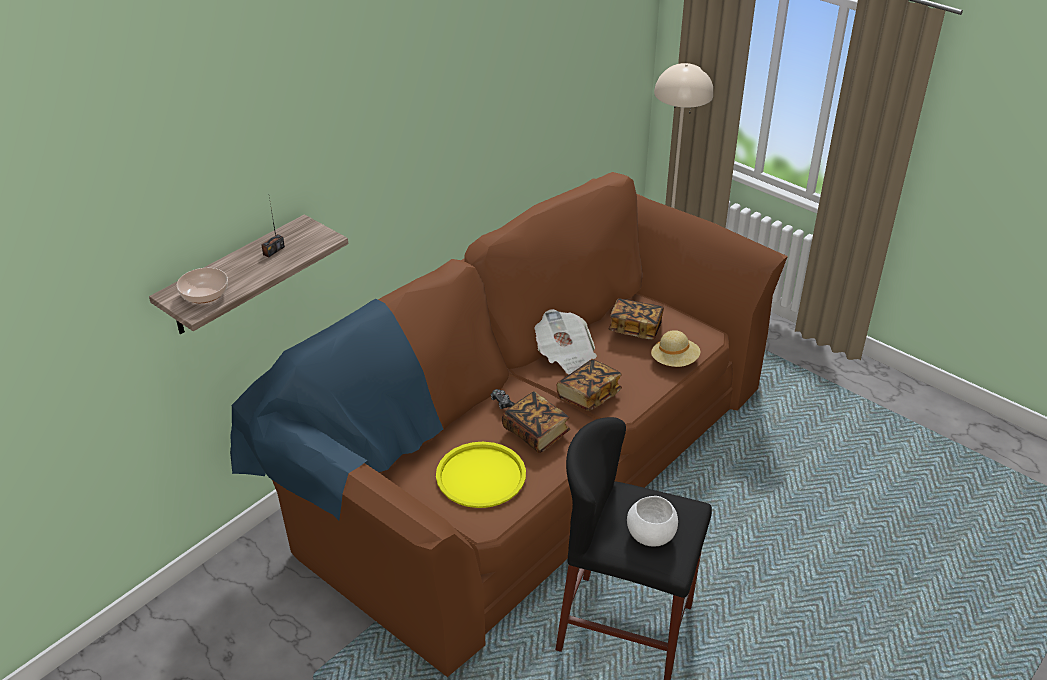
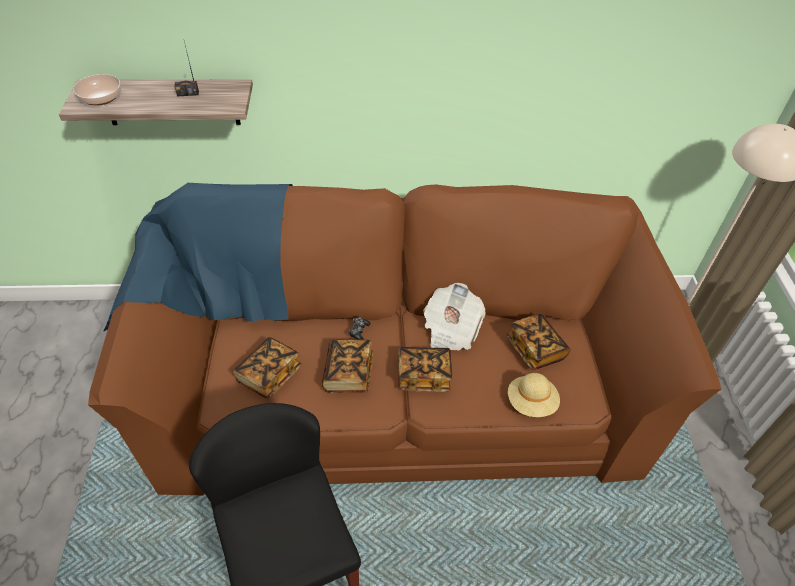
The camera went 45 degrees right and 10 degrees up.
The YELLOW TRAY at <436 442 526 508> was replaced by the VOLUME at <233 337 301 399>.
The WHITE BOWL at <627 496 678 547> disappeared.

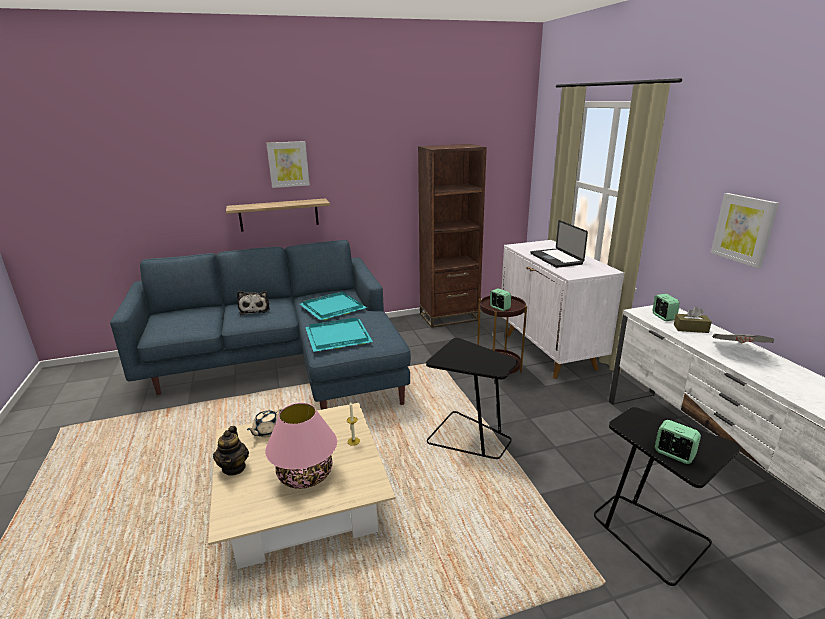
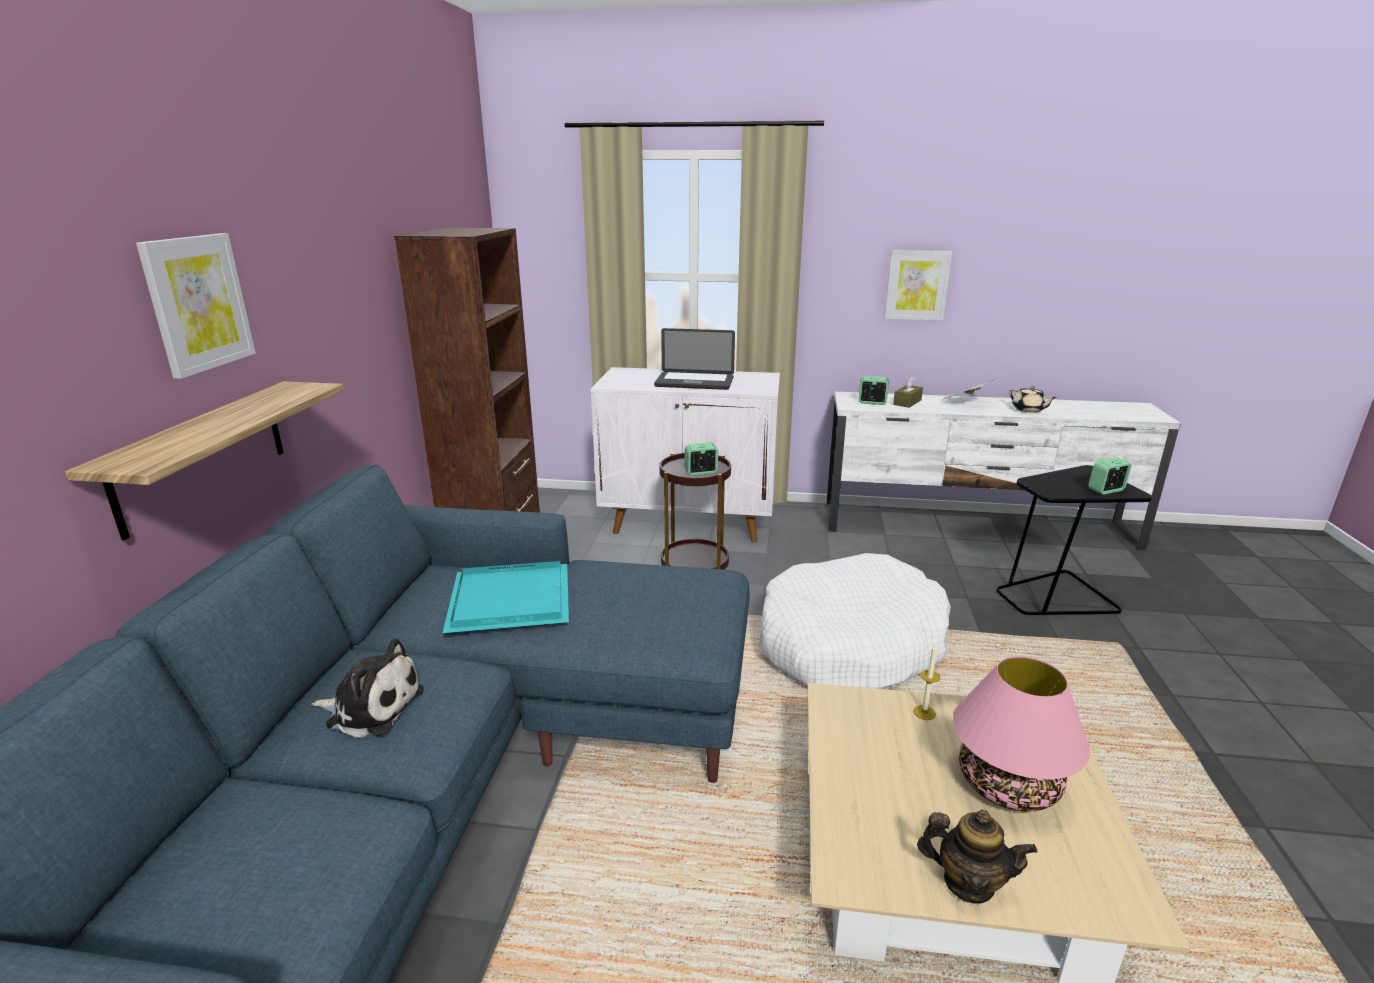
The camera went 65 degrees left and 0 degrees up.
The BLACK-COLOURED SIDE TABLE at <426 338 518 459> was replaced by the WHITE PET BED at <759 553 951 689>.
The BEIGE-COLOURED POT FOR TEA moved from <247 408 282 437> to <1009 386 1057 413>.
The BLUE-GREEN TRAY at <305 317 373 352> disappeared.

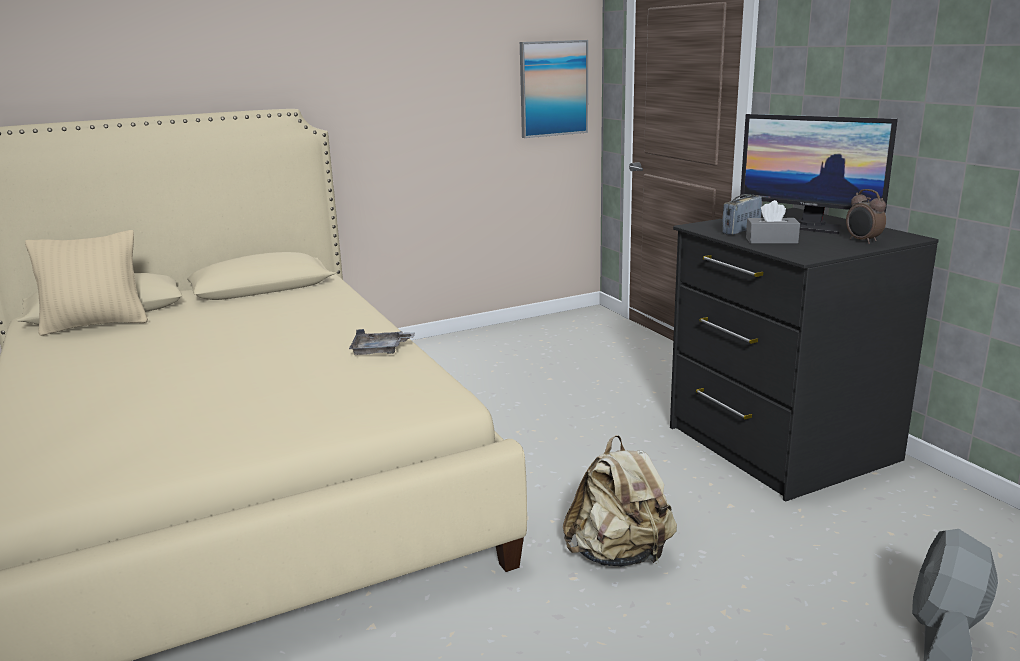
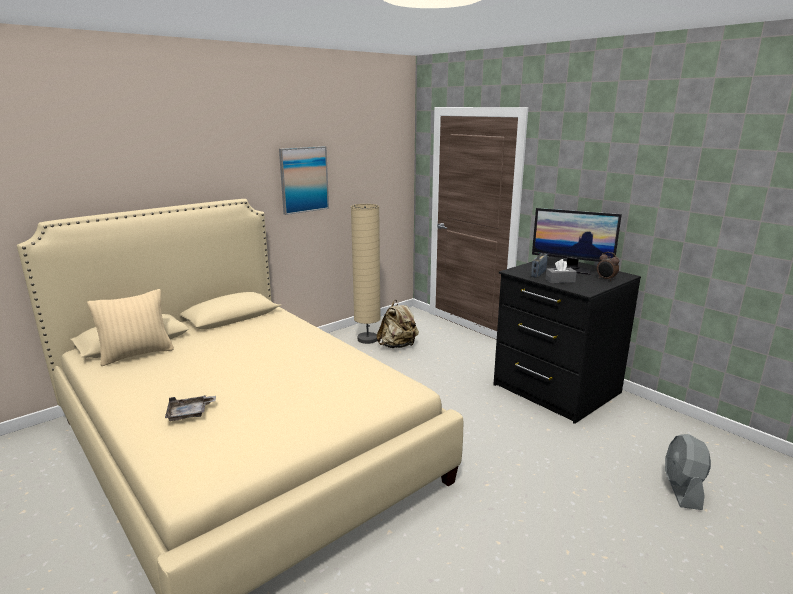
The camera went 15 degrees left and 0 degrees up.
The GRAY TRAY moved from <349 329 415 355> to <165 396 216 421>.
The PICTURE moved from <520 40 588 138> to <279 146 329 215>.
The BEIGE-COLOURED STANDARD LAMP at <351 204 381 344> appeared.
The BEIGE-COLOURED KNAPSACK moved from <563 435 677 567> to <376 300 419 348>.

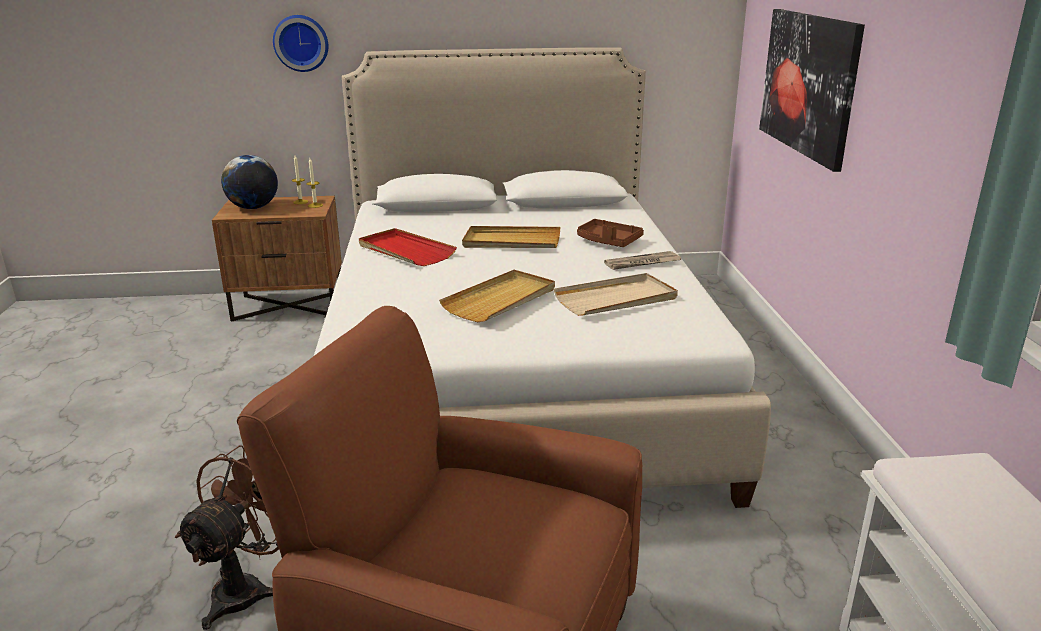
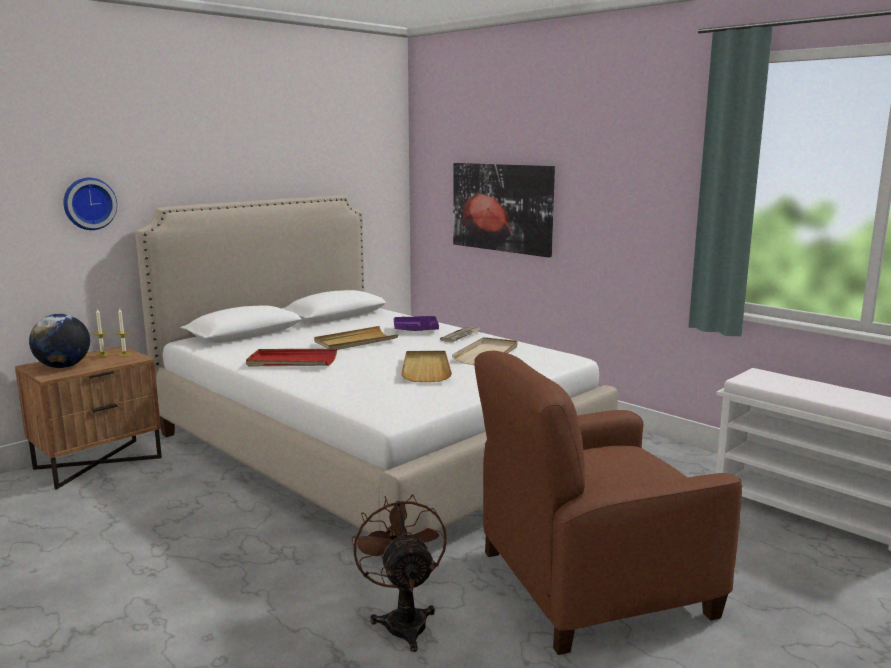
The camera went 40 degrees left and 10 degrees down.
The BROWN TRAY at <577 219 644 247> became the PURPLISH TRAY at <394 316 439 331>.

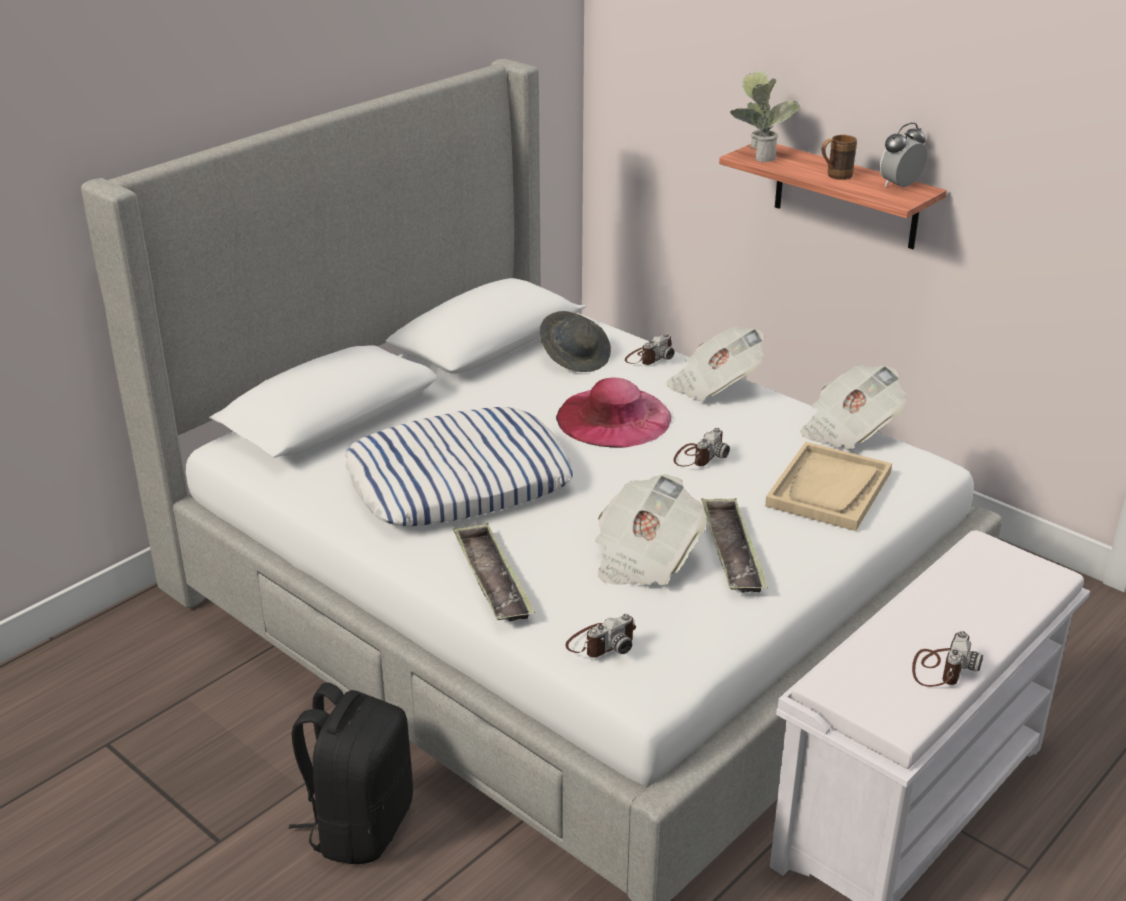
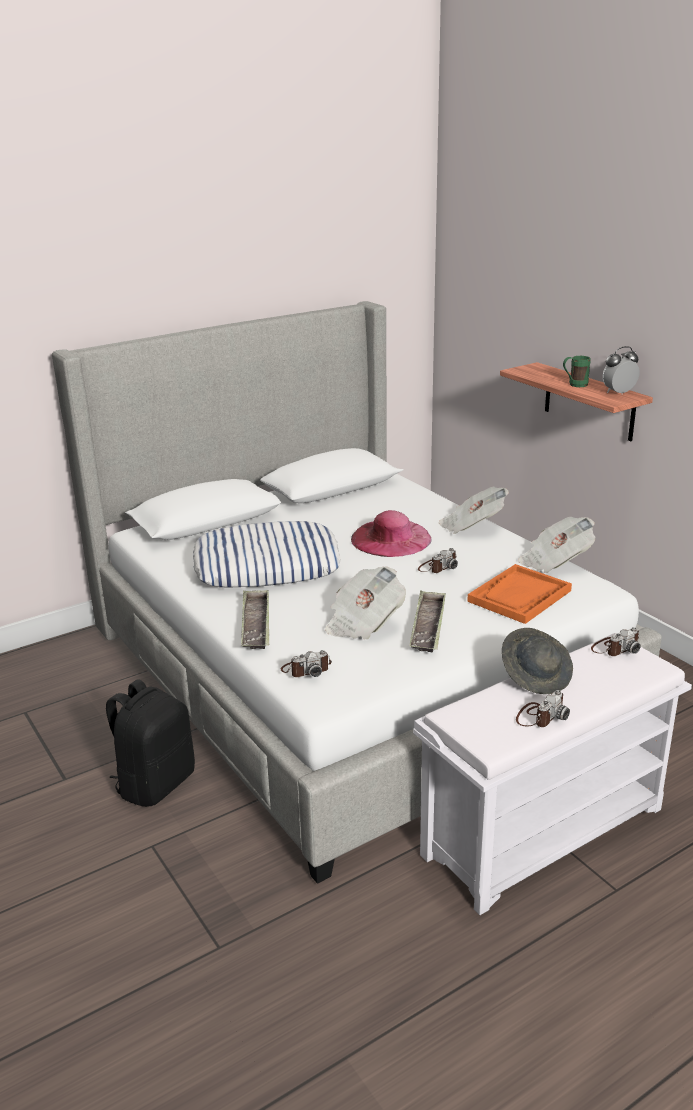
The camera went 15 degrees right and 5 degrees down.
The BEIGE-COLOURED TRAY at <765 442 892 531> became the ORANGE-COLOURED TRAY at <467 564 572 624>.
The GRAY HAT moved from <540 311 611 372> to <502 628 573 694>.
The BROWN MUG at <822 135 857 180> became the GREEN MUG at <563 356 591 387>.
The STILL CAMERA moved from <625 333 675 365> to <591 627 641 656>.
The HOUSEPLANT at <730 71 799 162> disappeared.

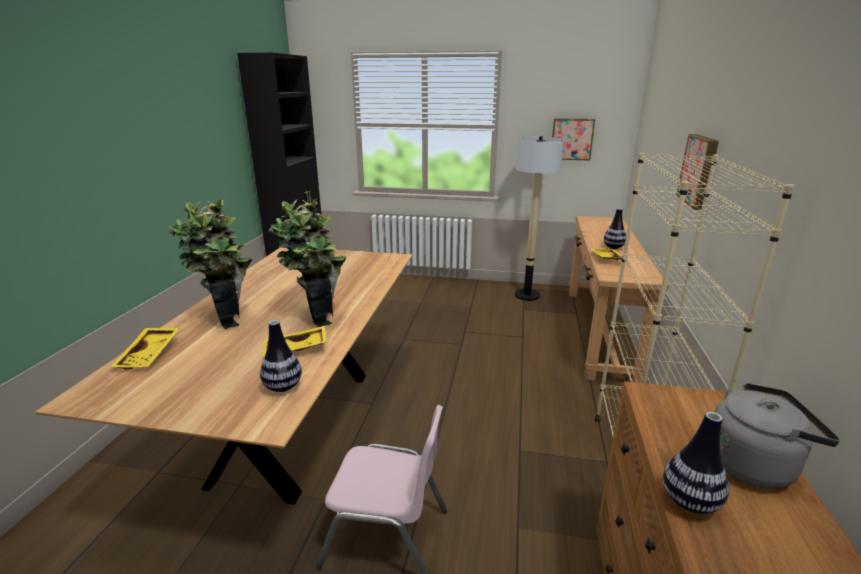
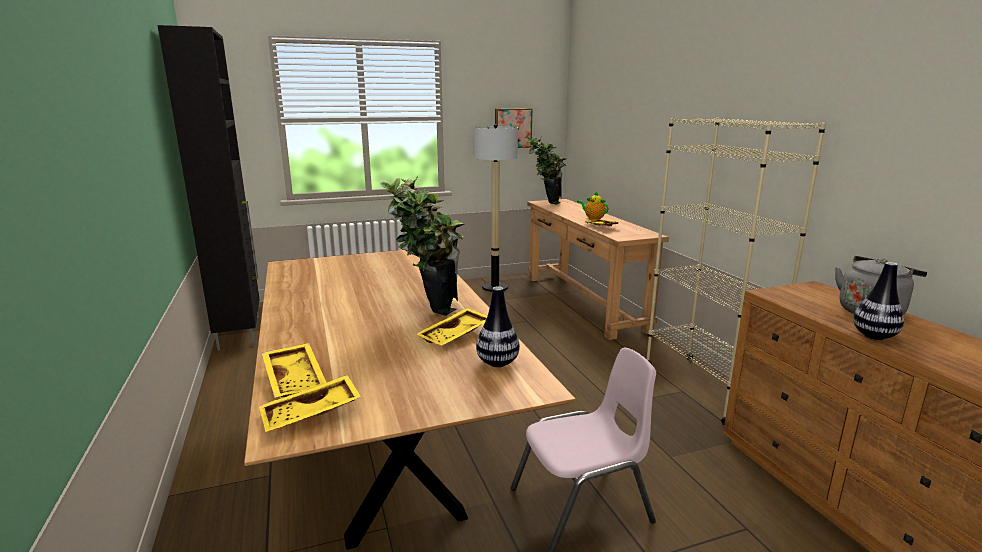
The camera went 30 degrees left and 5 degrees down.
The YELLOW TRAY at <259 375 361 432> appeared.
The HOUSEPLANT moved from <169 200 253 329> to <526 137 566 205>.
The DECORATIVE VASE at <604 208 626 249> was replaced by the POT FOR TEA at <577 191 608 220>.
The PICTURE at <676 134 719 210> disappeared.

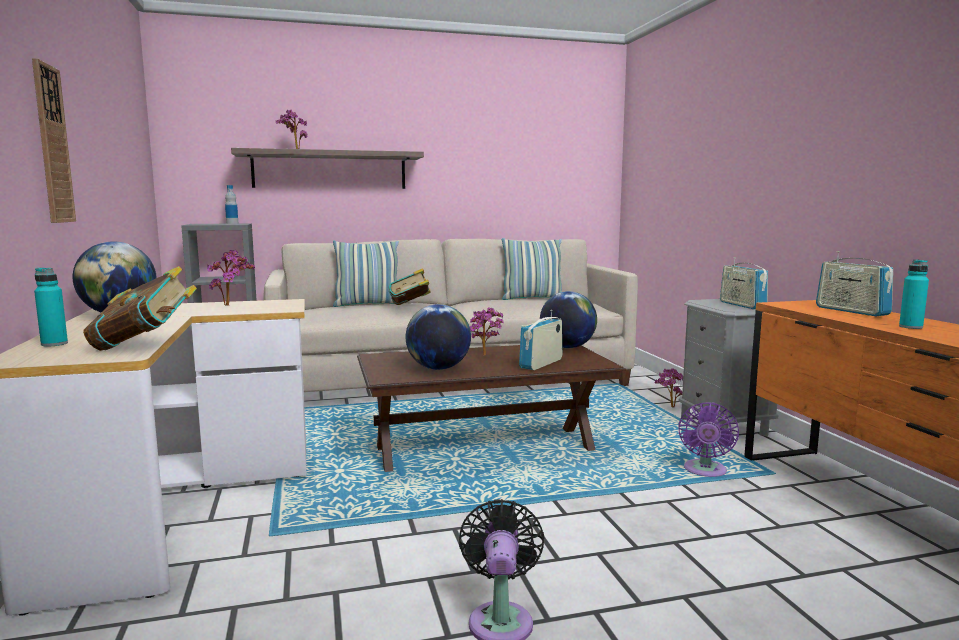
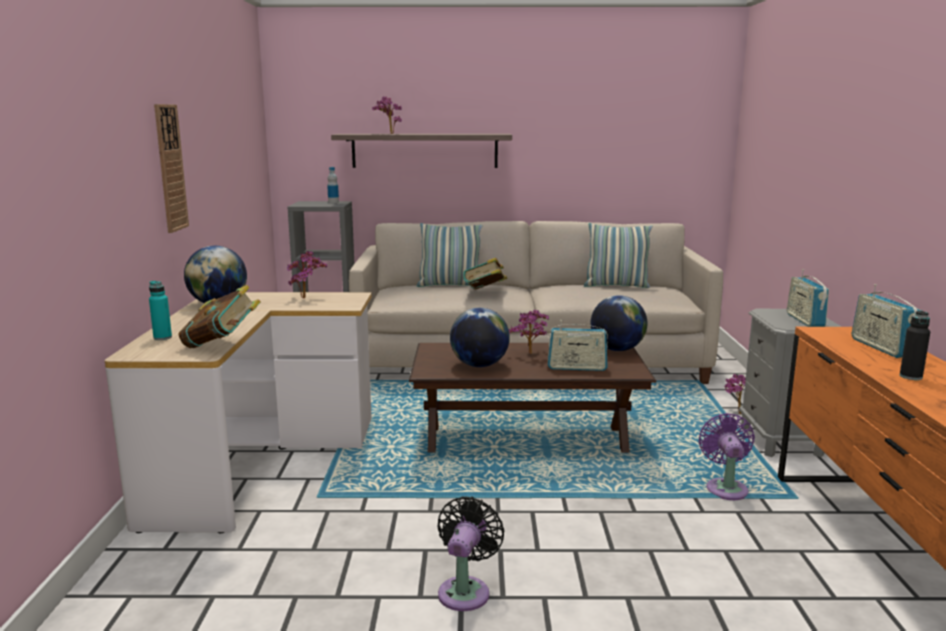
The camera went 15 degrees right and 5 degrees up.
The RADIO SET at <519 310 562 370> turned 135 degrees counterclockwise.
The PURPLISH COOLING FAN at <678 402 739 477> turned 150 degrees clockwise.
The BLUE-GREEN DRINK BOTTLE at <899 259 929 329> became the BLACK-COLOURED DRINK BOTTLE at <900 310 930 380>.

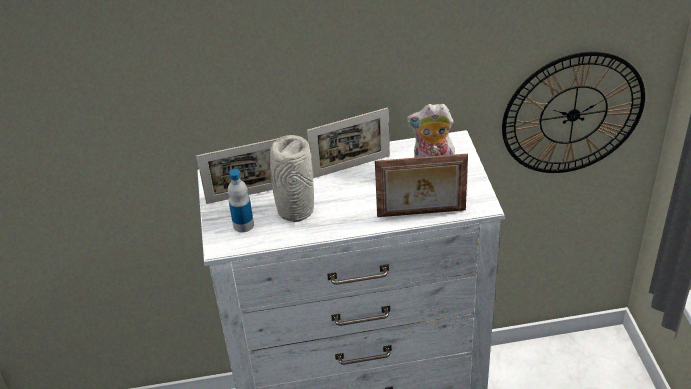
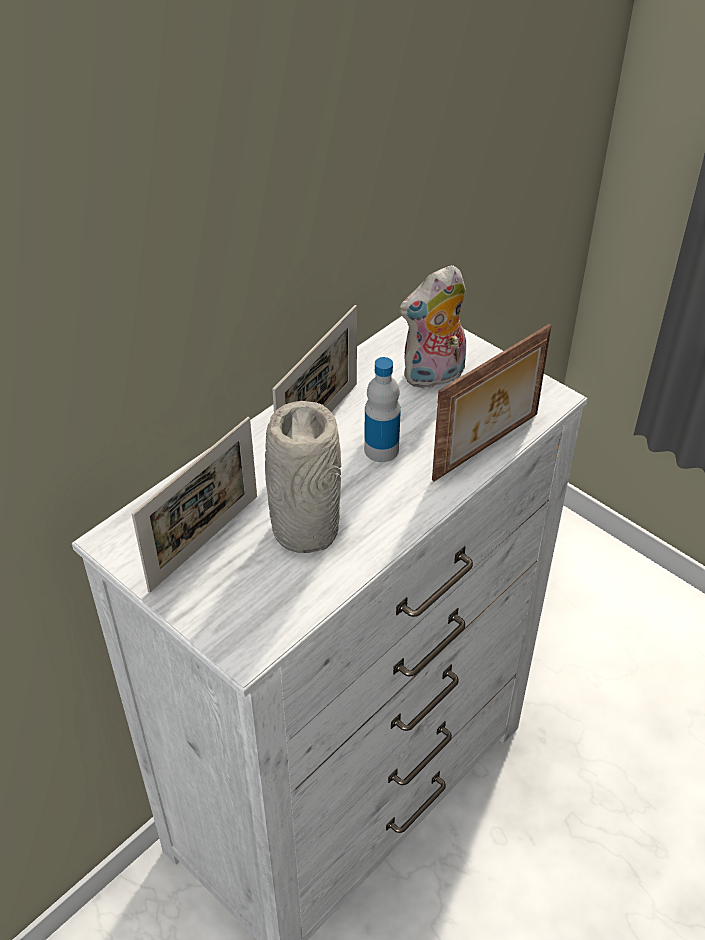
The camera went 40 degrees left and 5 degrees up.
The DRINK BOTTLE moved from <228 169 254 232> to <364 357 401 462>.
The WALL CLOCK at <502 52 645 173> disappeared.

